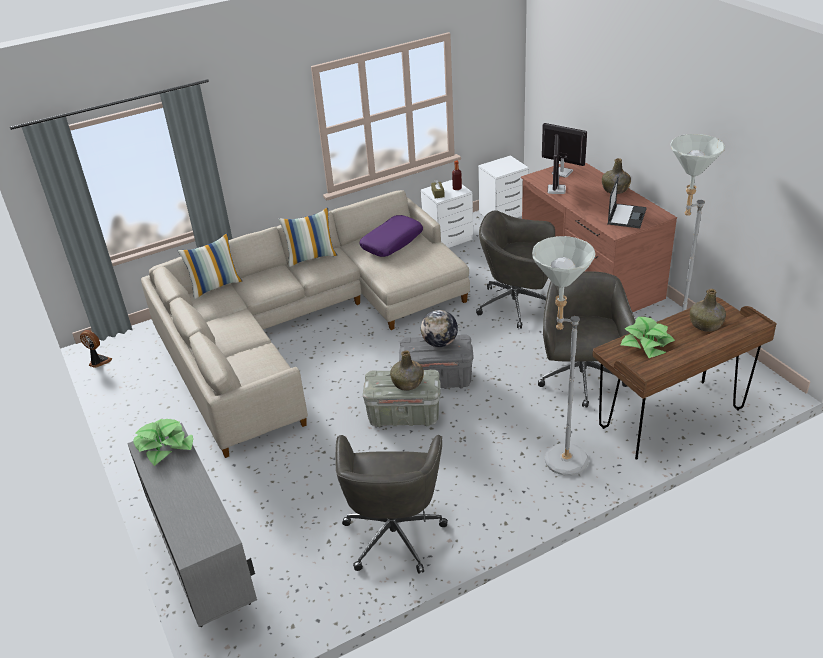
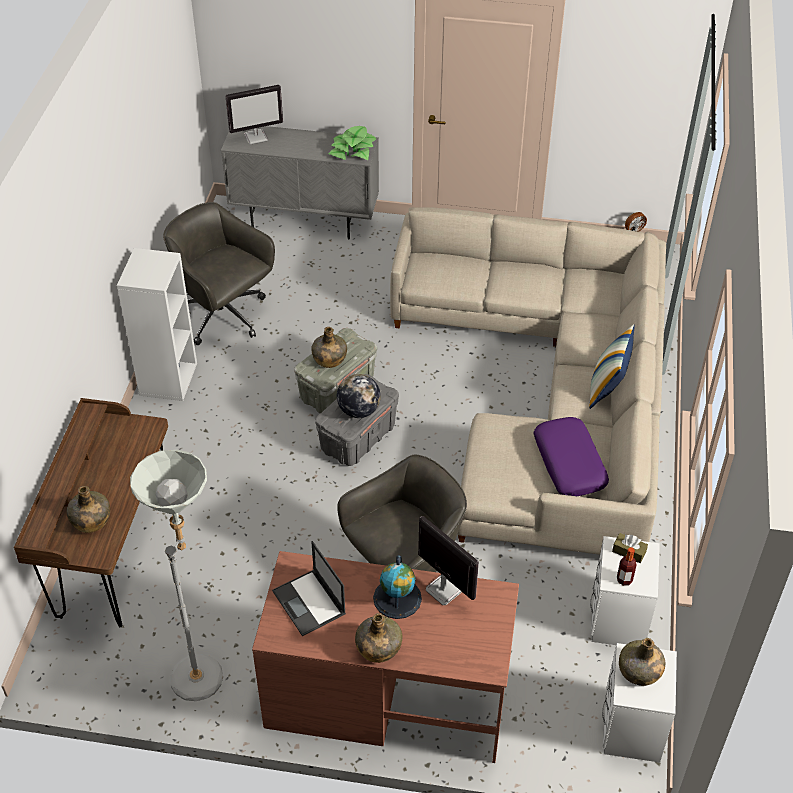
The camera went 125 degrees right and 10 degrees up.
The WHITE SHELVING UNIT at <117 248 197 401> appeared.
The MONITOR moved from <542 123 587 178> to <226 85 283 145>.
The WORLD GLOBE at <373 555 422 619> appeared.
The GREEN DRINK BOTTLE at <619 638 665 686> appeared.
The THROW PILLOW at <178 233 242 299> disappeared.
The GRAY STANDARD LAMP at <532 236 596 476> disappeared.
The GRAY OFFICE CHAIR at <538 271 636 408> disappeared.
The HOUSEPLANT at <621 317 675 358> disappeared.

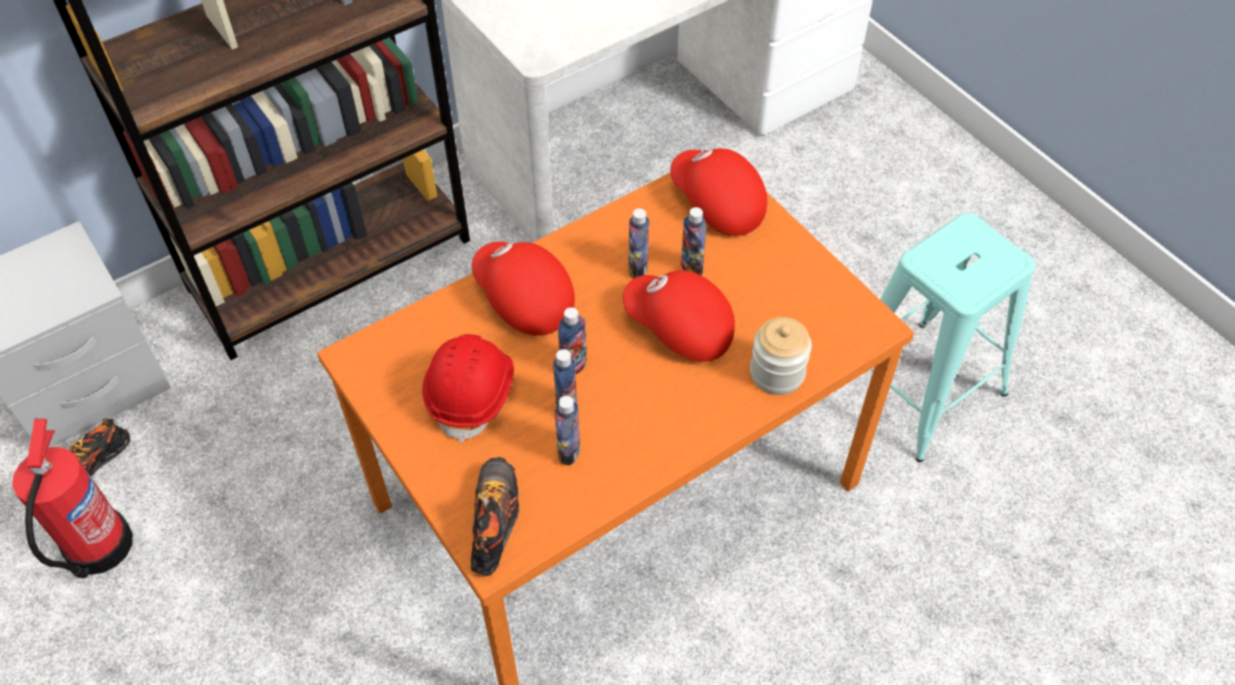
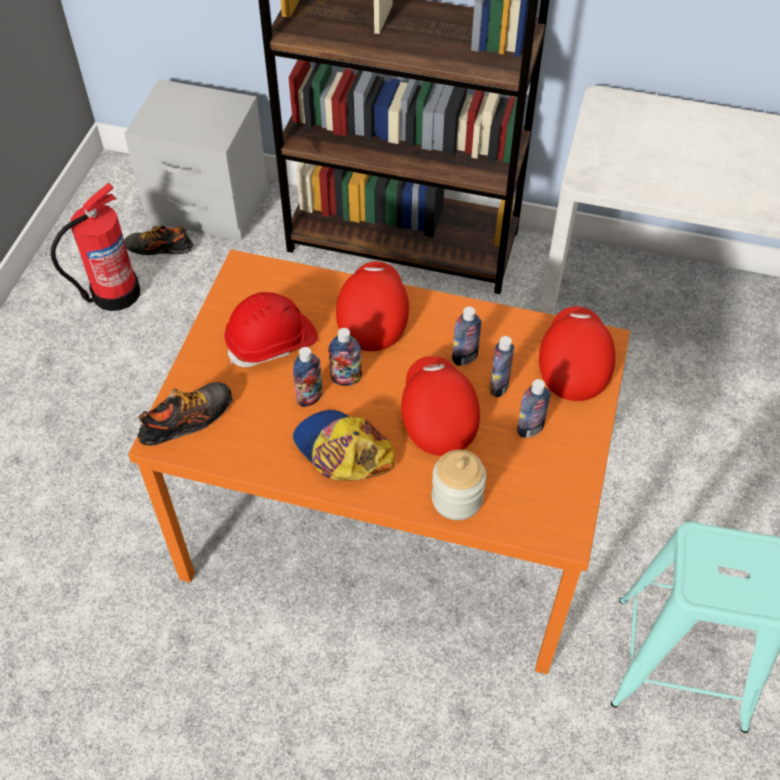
The camera went 50 degrees right and 0 degrees up.
The CAP at <293 410 395 481> appeared.
The DRINK BOTTLE moved from <555 396 580 465> to <517 379 551 438>.

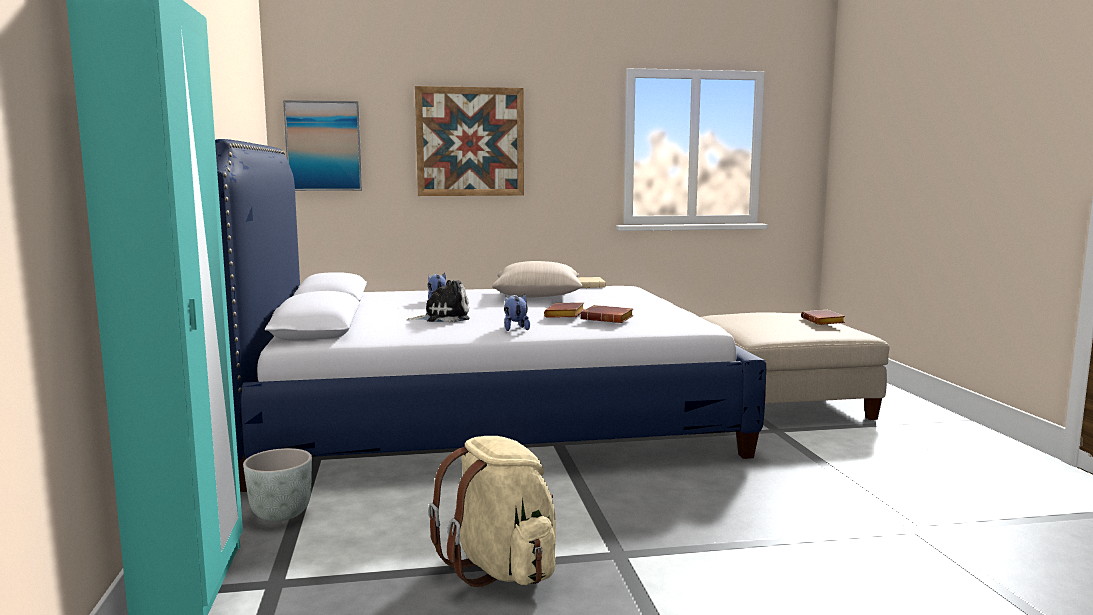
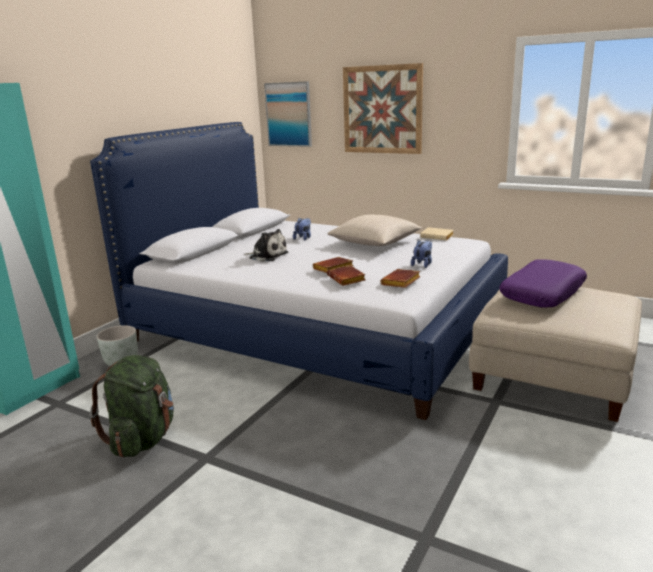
The camera went 40 degrees right and 10 degrees up.
The BEIGE-COLOURED KNAPSACK at <428 436 556 587> became the GREEN KNAPSACK at <90 355 174 457>.
The BROWN VOLUME moved from <801 310 845 325> to <380 269 421 288>.
The PLUSH TOY moved from <504 294 530 331> to <411 240 432 268>.
The PURPLISH THROW PILLOW at <499 260 587 308> appeared.

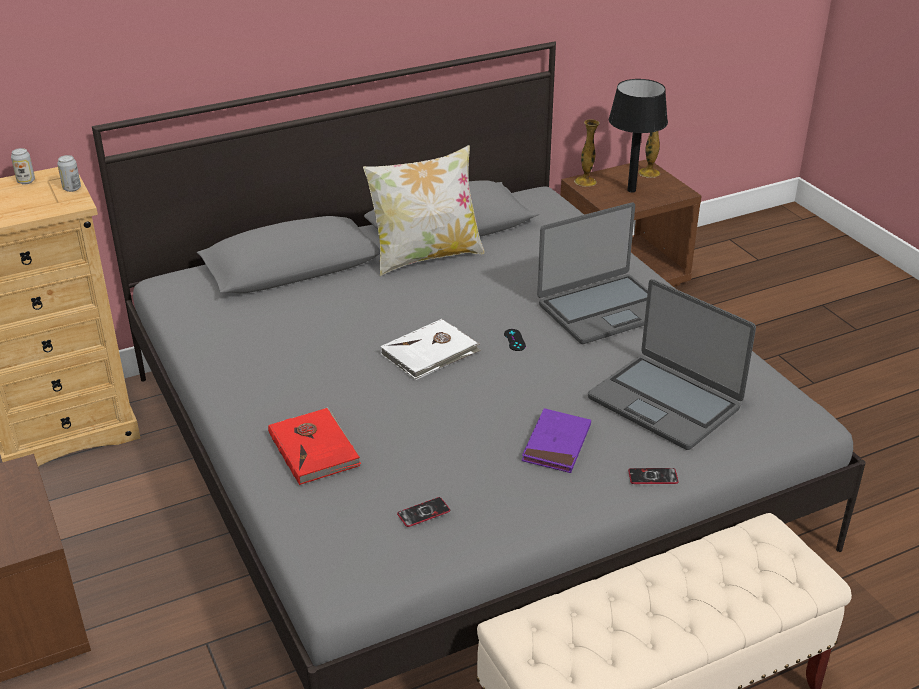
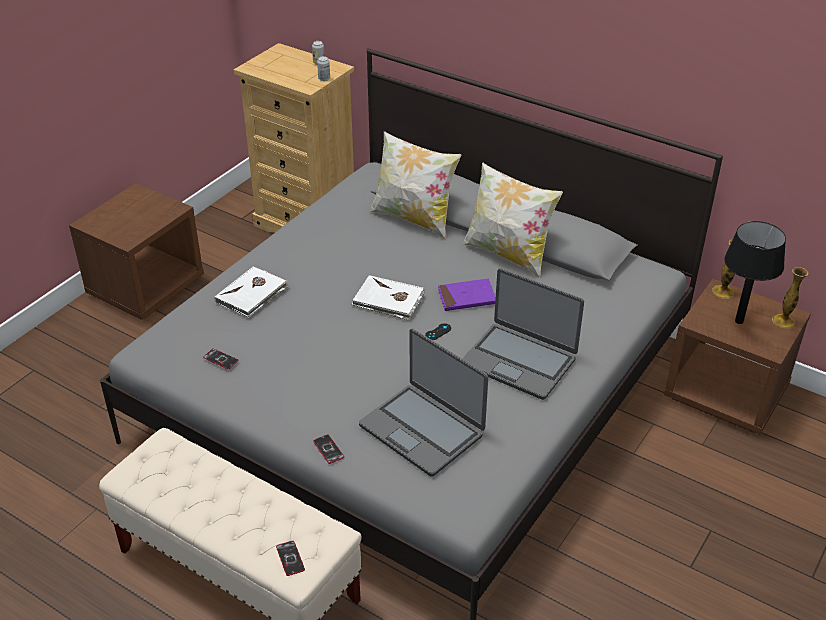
The camera went 60 degrees right and 5 degrees up.
The RED-COLOURED VOLUME at <268 407 361 485> became the WHITE VOLUME at <214 266 290 318>.
The PHONE at <276 541 305 576> appeared.
The NOTEBOOK COMPUTER at <588 279 756 450> turned 60 degrees counterclockwise.
The THROW PILLOW at <370 131 461 239> appeared.
The PURPLISH VOLUME moved from <522 408 591 473> to <438 278 496 311>.

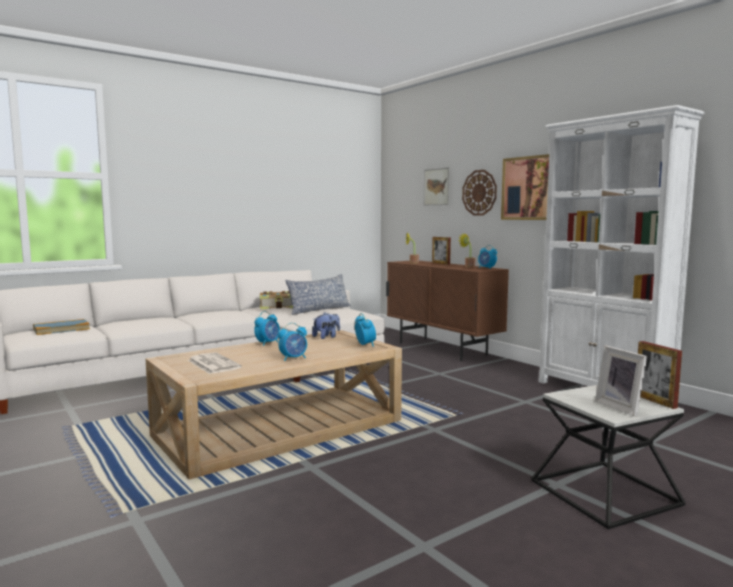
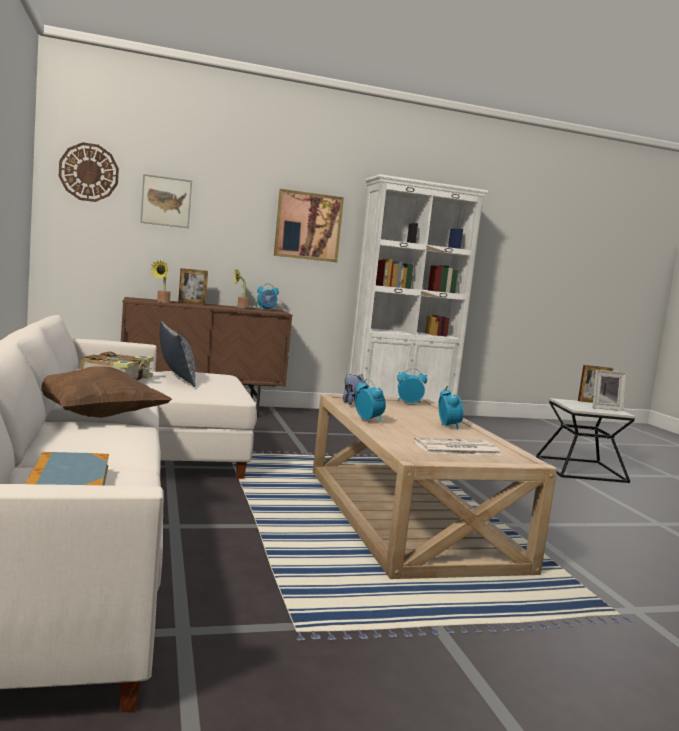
The camera went 70 degrees left and 0 degrees up.
The BROWN THROW PILLOW at <41 367 172 418> appeared.
The WALL CLOCK moved from <462 170 497 216> to <59 142 119 202>.

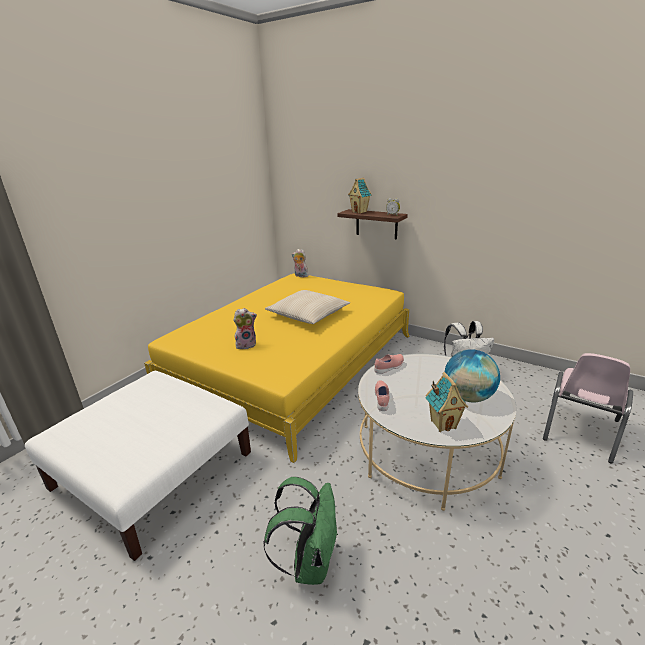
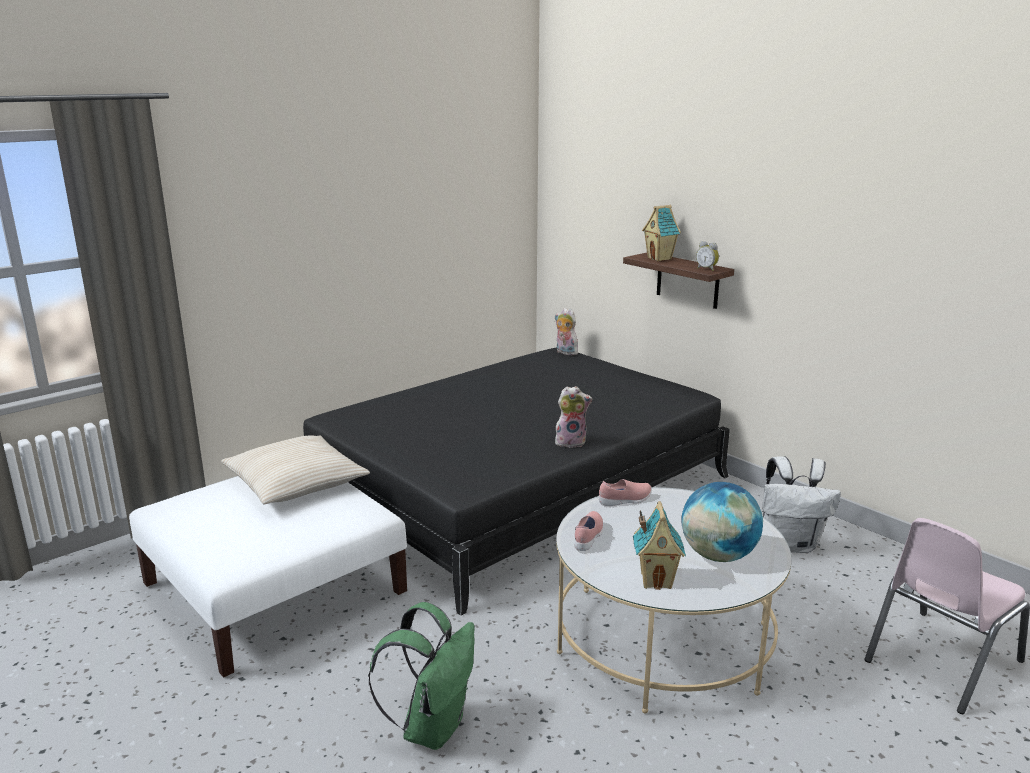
The camera went 15 degrees right and 5 degrees down.
The BEIGE-COLOURED THROW PILLOW moved from <265 290 350 324> to <221 436 370 504>.
The YELLOW SLEEPING BED at <144 274 409 463> became the BLACK-COLOURED SLEEPING BED at <303 348 730 616>.
The PLUSH TOY moved from <233 308 257 349> to <555 386 593 448>.

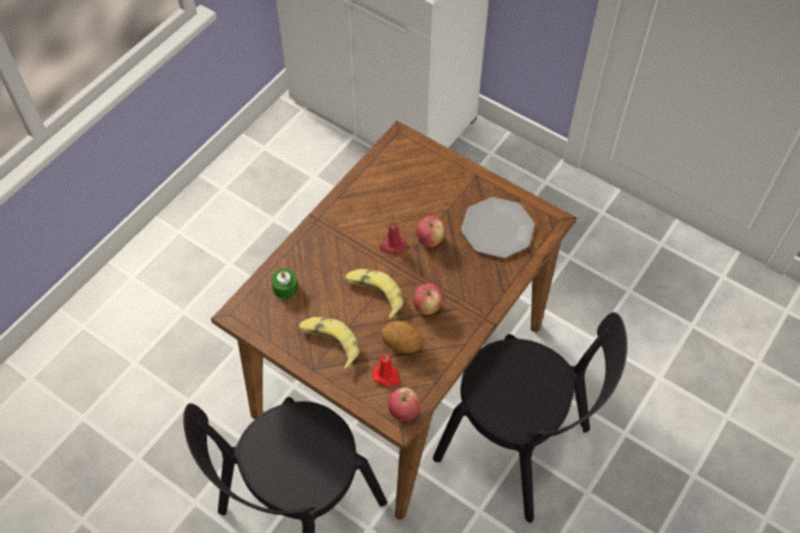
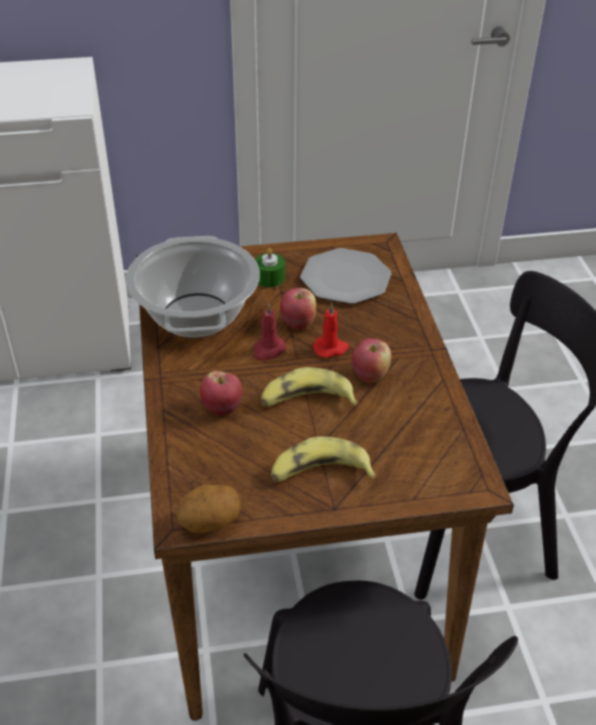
The camera went 45 degrees left and 15 degrees down.
The SAUCEPOT at <126 236 260 338> appeared.
The SPUD moved from <381 321 424 353> to <176 484 241 533>.
The APPLE FRUIT moved from <388 387 420 421> to <200 371 242 415>.
The GREEN CANDLE moved from <271 268 298 299> to <255 248 285 287>.
The RED-COLOURED CANDLE moved from <372 353 400 387> to <313 302 349 358>.

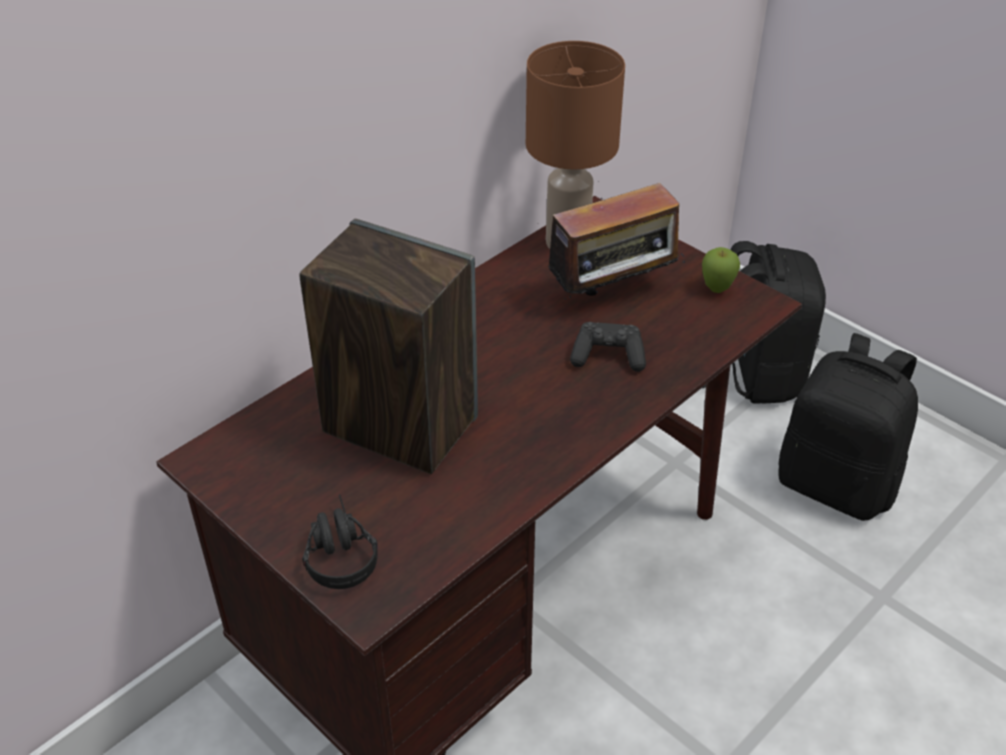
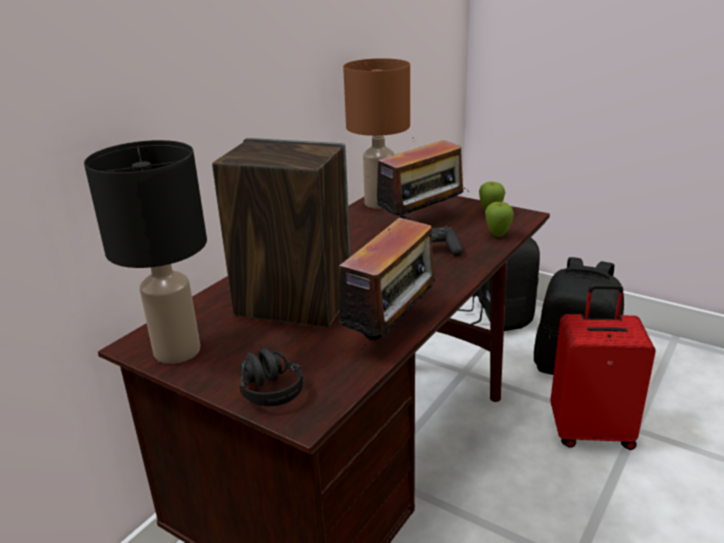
The camera went 10 degrees left and 15 degrees down.
The BLACK-COLOURED TABLE LAMP at <84 140 207 364> appeared.
The RADIO SET at <326 218 443 350> appeared.
The APPLE FRUIT at <485 202 514 237> appeared.
The RED-COLOURED PIECE OF LUGGAGE at <550 284 656 450> appeared.

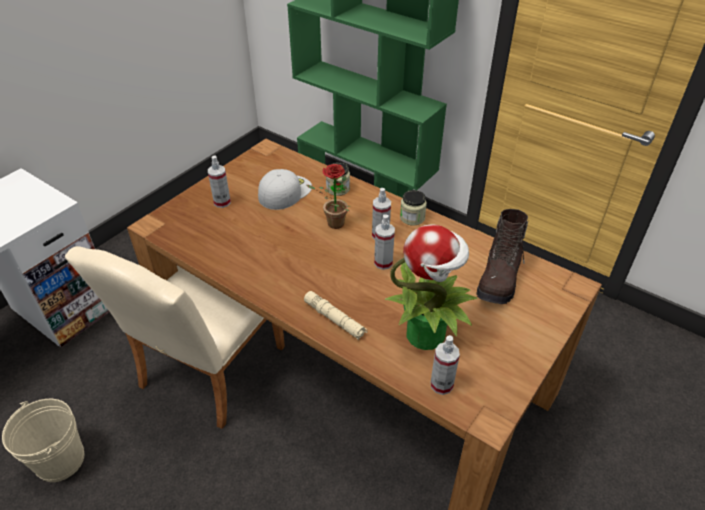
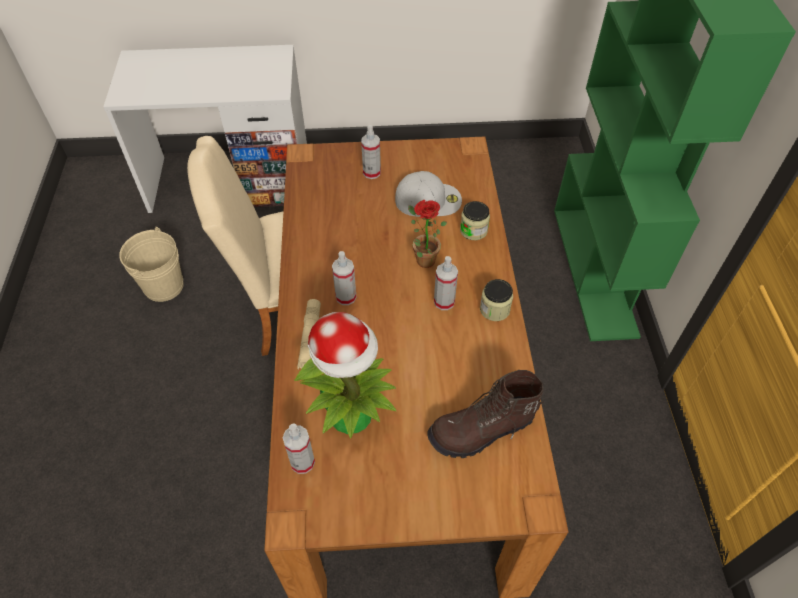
The camera went 50 degrees right and 10 degrees up.
The SPRAYER moved from <374 214 395 270> to <332 251 357 305>.

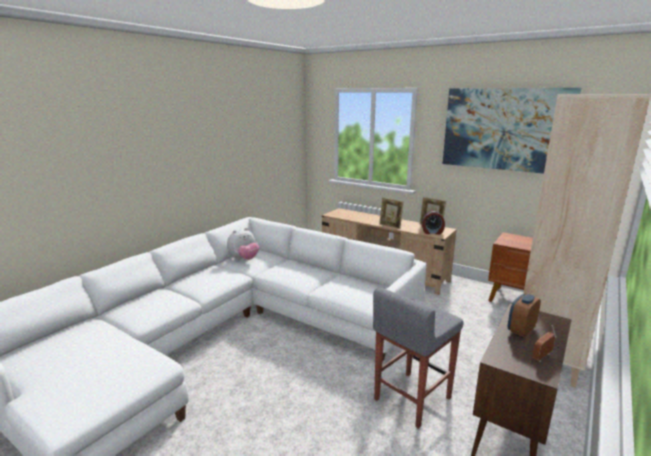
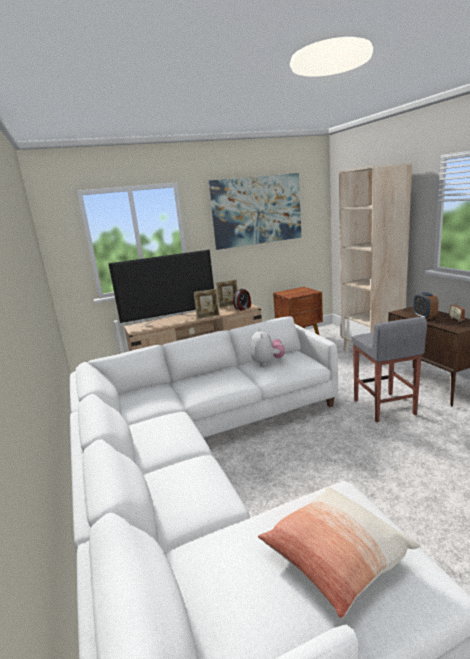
The camera went 55 degrees left and 0 degrees up.
The TV SET at <108 250 214 327> appeared.
The PLUSH TOY moved from <227 228 259 260> to <250 329 285 366>.
The THROW PILLOW at <258 487 420 619> appeared.

